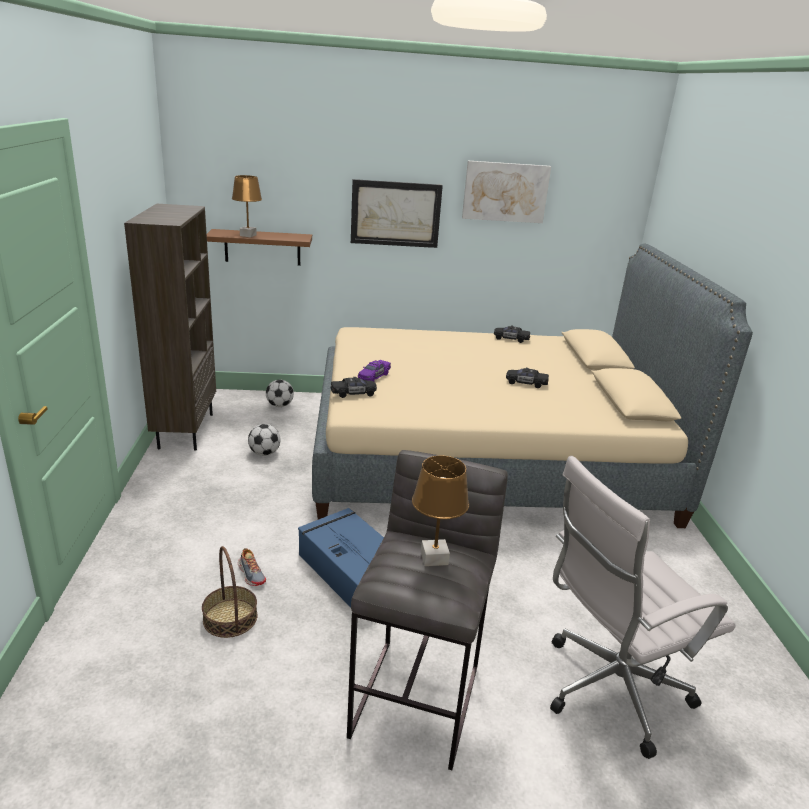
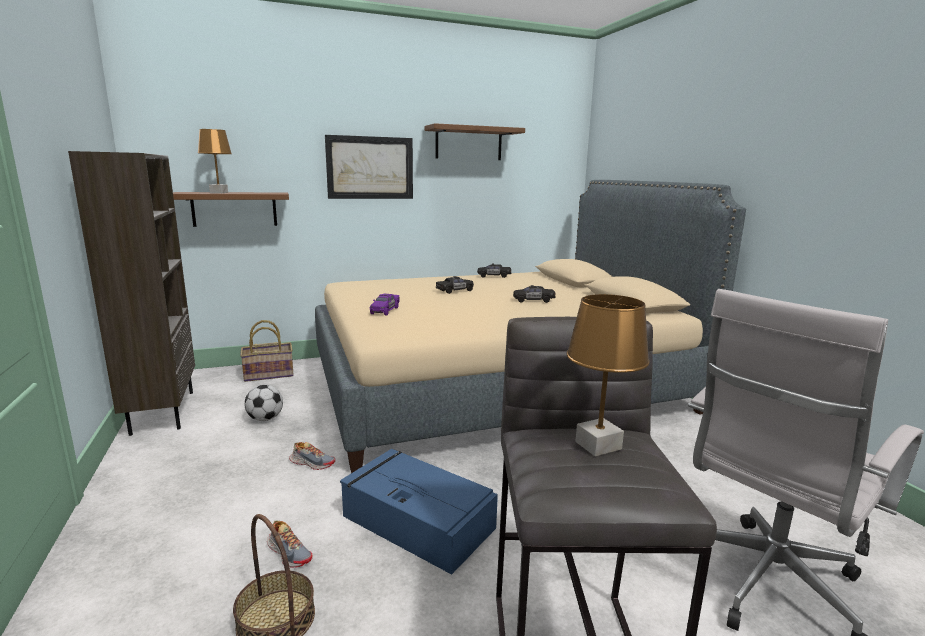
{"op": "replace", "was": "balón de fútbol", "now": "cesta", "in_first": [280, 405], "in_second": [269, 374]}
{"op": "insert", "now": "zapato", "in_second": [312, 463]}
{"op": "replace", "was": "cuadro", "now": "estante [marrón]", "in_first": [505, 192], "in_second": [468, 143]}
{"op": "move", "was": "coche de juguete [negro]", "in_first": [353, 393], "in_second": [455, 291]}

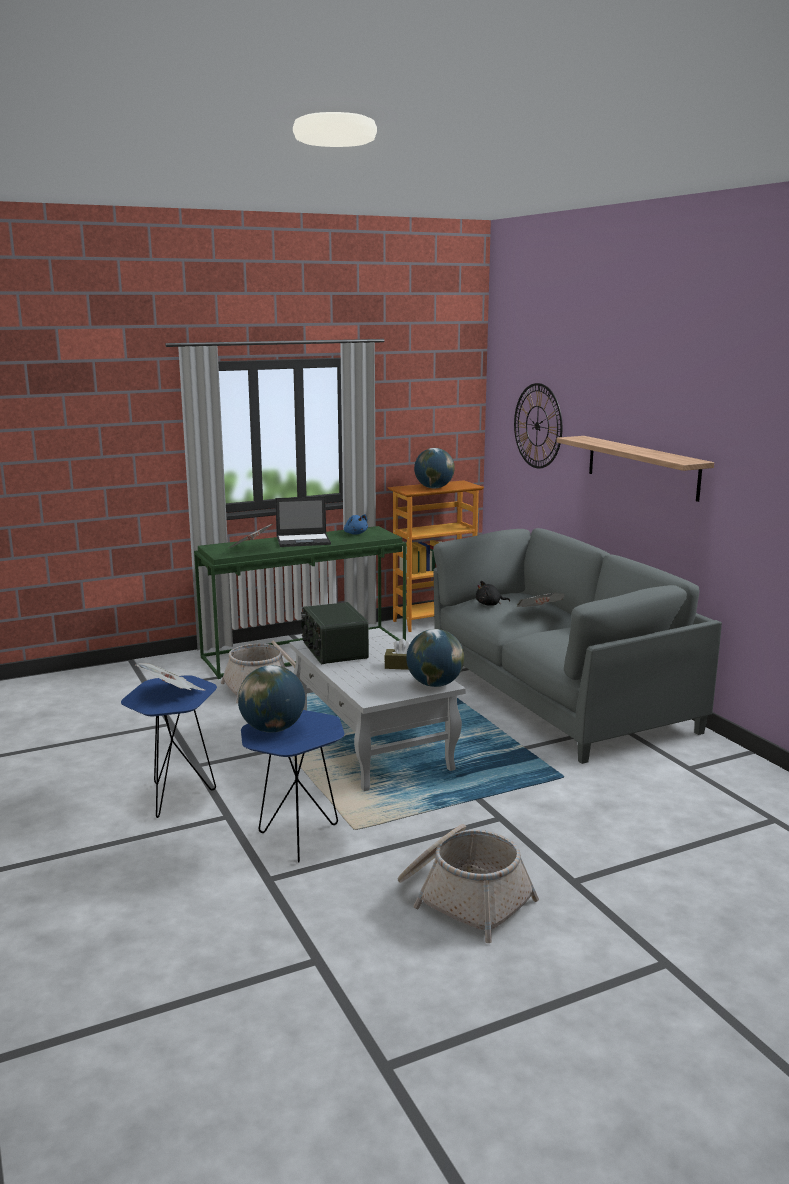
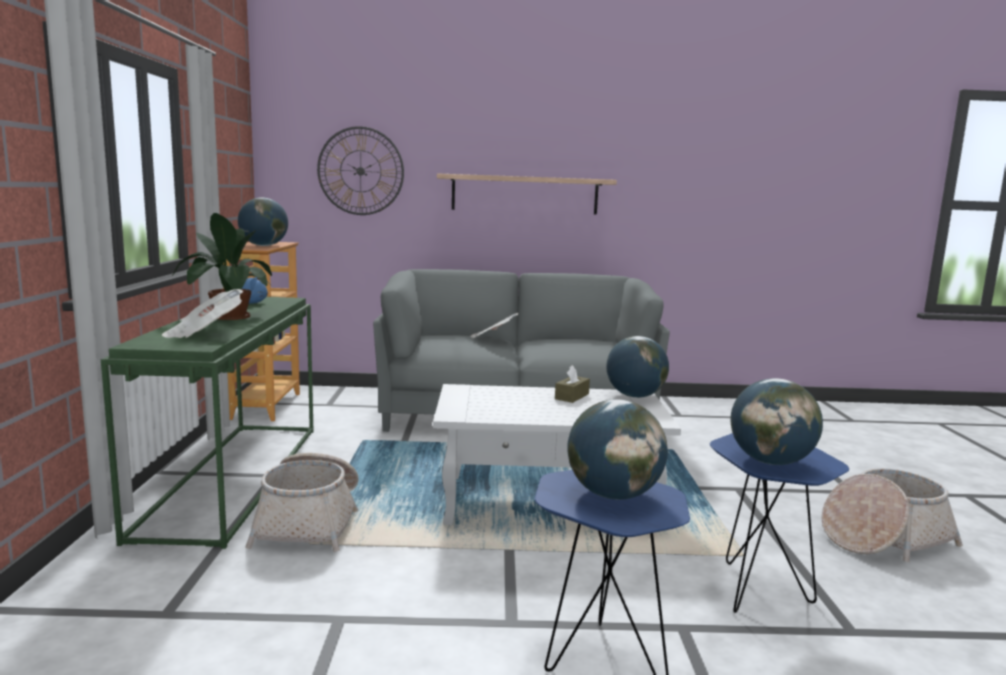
{"op": "replace", "was": "portátil", "now": "planta en maceta", "in_first": [304, 540], "in_second": [228, 317]}
{"op": "replace", "was": "periódico", "now": "globo terráqueo", "in_first": [172, 693], "in_second": [612, 494]}
{"op": "delete", "was": "radio", "in_first": [333, 651]}
{"op": "delete", "was": "peluche [negro]", "in_first": [490, 604]}

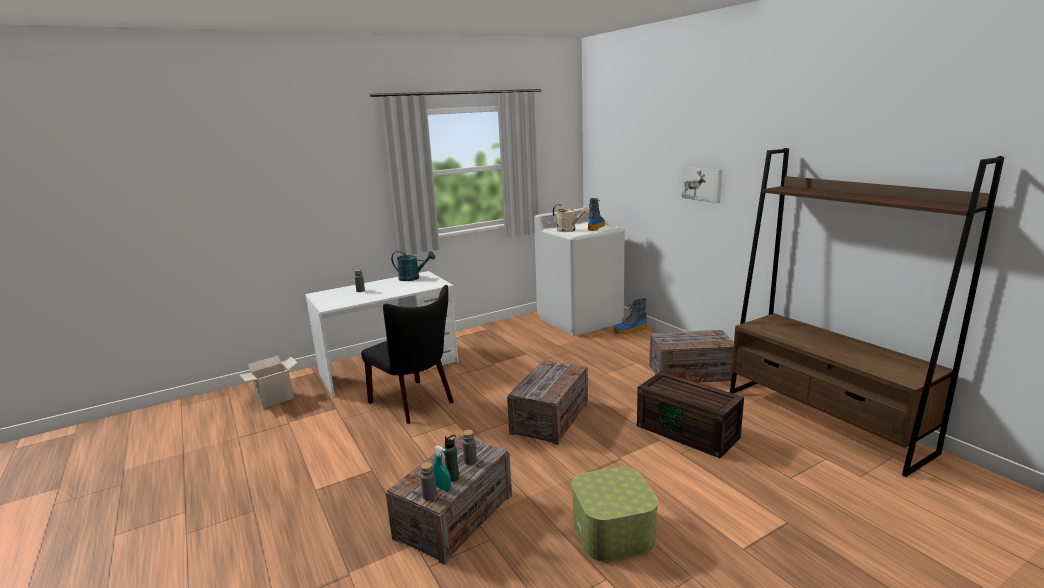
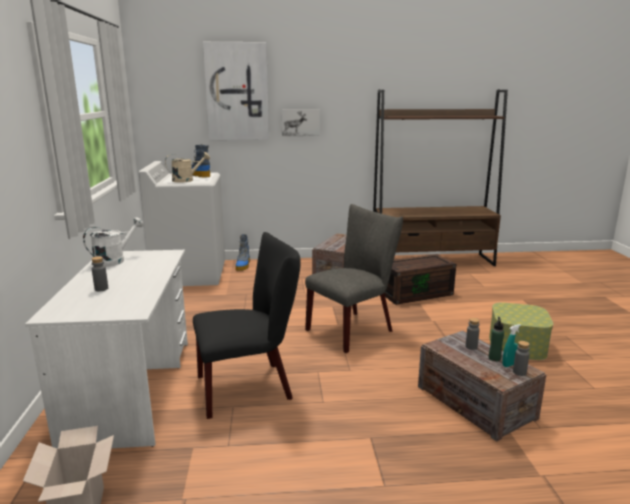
{"op": "recolor", "was": "regadera [turquesa]", "now": "regadera [blanco]", "in_first": [413, 278], "in_second": [114, 260]}
{"op": "insert", "now": "cuadro", "in_second": [237, 92]}
{"op": "replace", "was": "caja de embalaje", "now": "silla [gris]", "in_first": [550, 418], "in_second": [354, 329]}

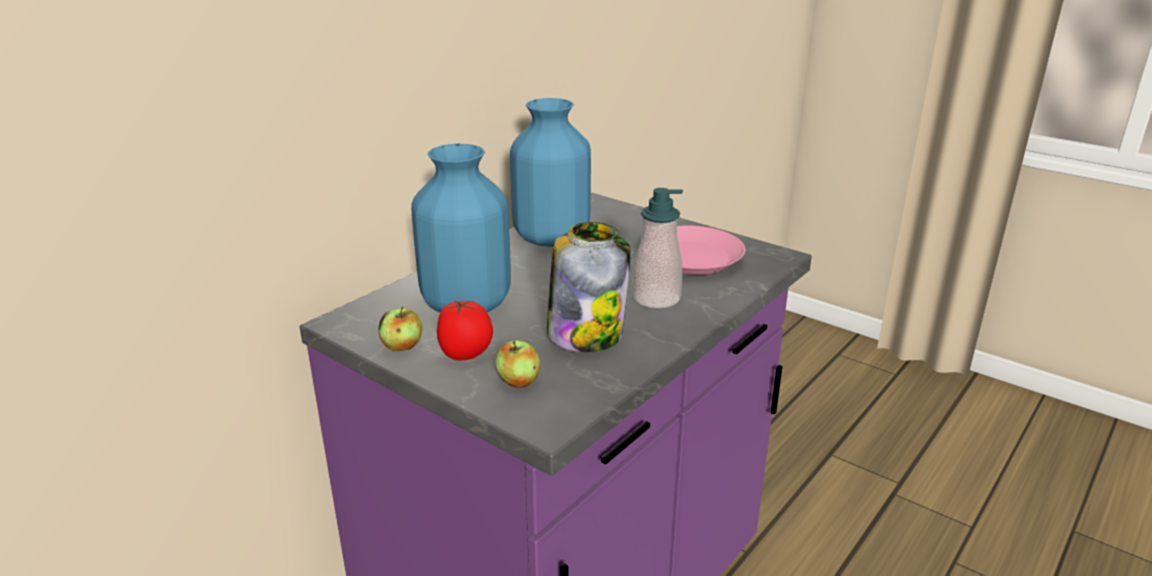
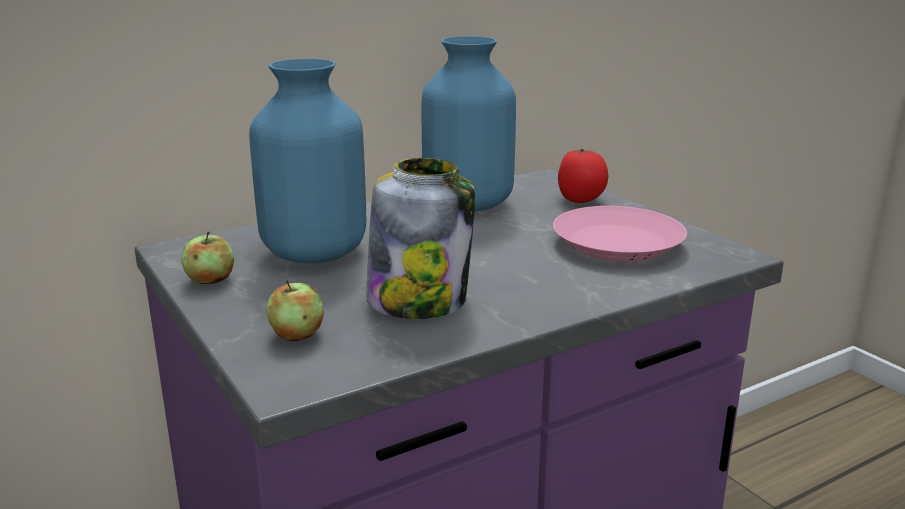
{"op": "move", "was": "tomate", "in_first": [466, 354], "in_second": [581, 200]}
{"op": "delete", "was": "dispensador de jabón", "in_first": [656, 298]}

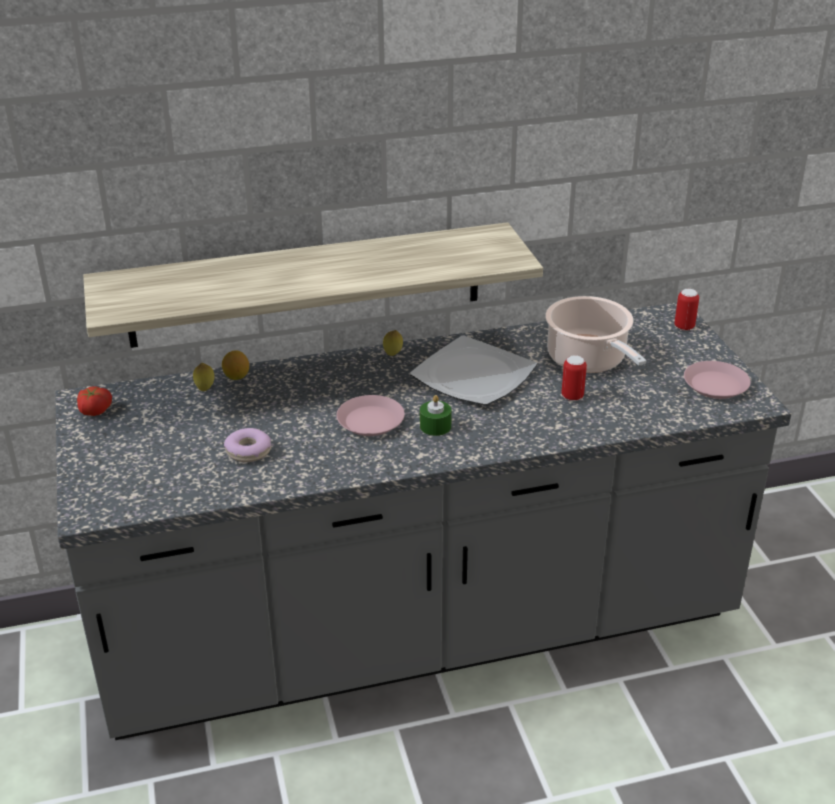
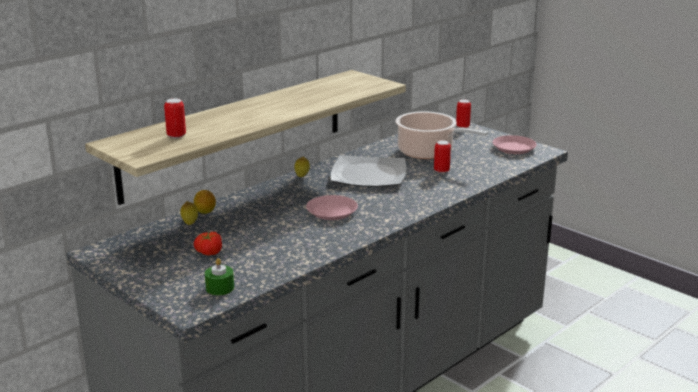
{"op": "insert", "now": "lata", "in_second": [176, 136]}
{"op": "move", "was": "tomate", "in_first": [94, 410], "in_second": [208, 252]}
{"op": "move", "was": "vela [verde]", "in_first": [435, 426], "in_second": [220, 288]}
{"op": "delete", "was": "rosquilla", "in_first": [248, 451]}

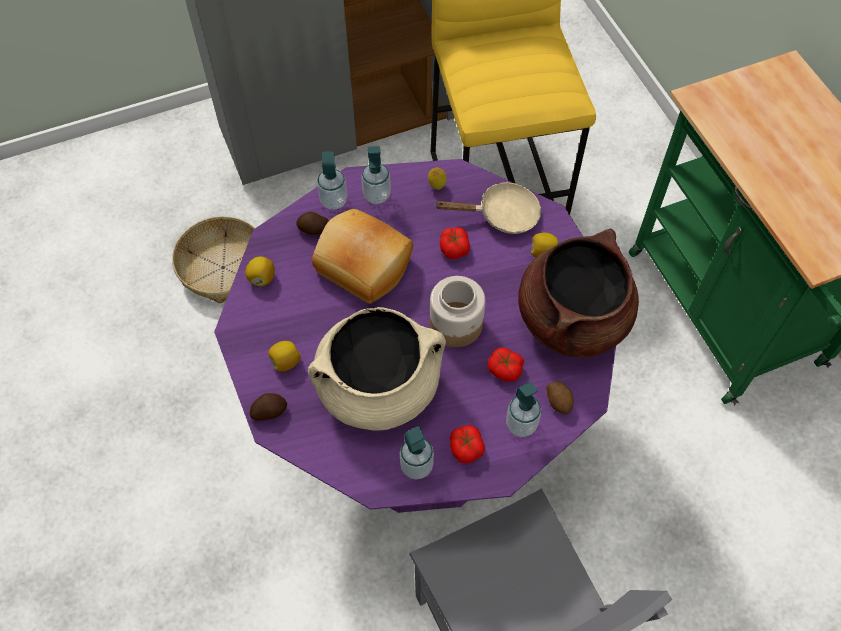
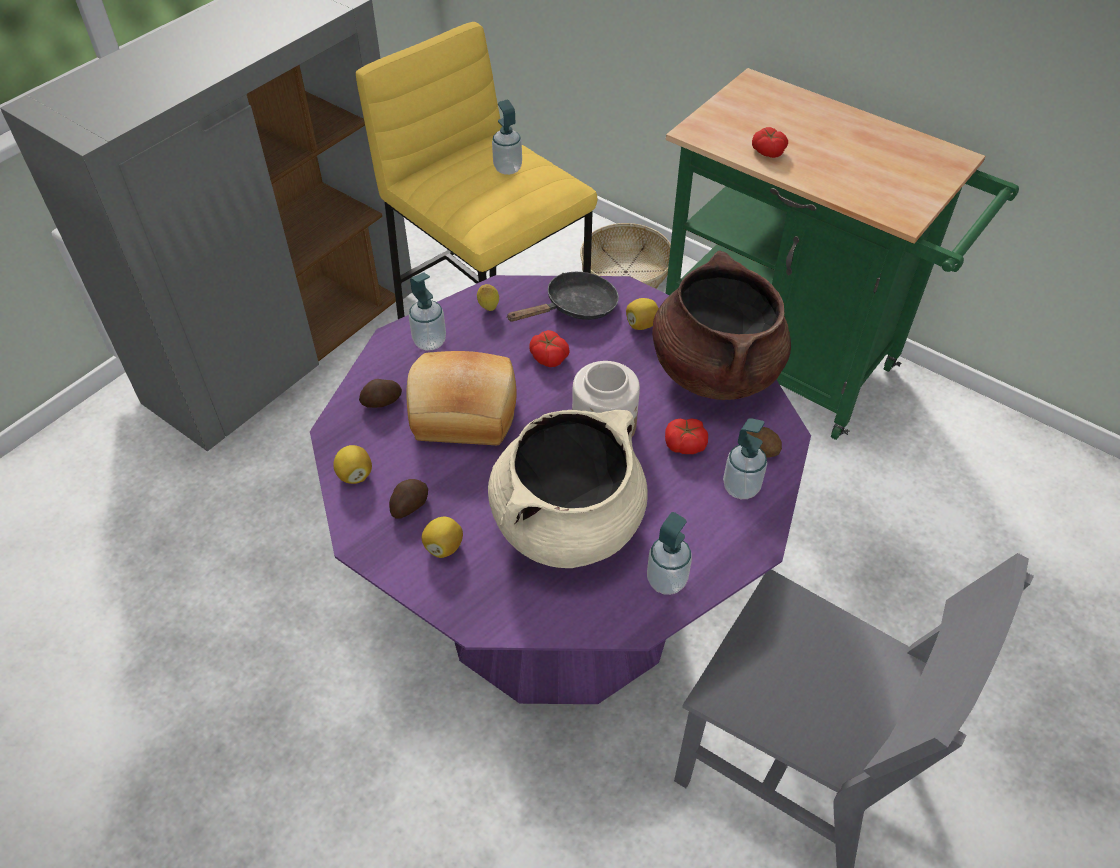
{"op": "move", "was": "patata", "in_first": [269, 411], "in_second": [409, 505]}
{"op": "move", "was": "dispensador de jabón", "in_first": [333, 201], "in_second": [508, 168]}
{"op": "recolor", "was": "sartén [beis]", "now": "sartén [negro]", "in_first": [502, 215], "in_second": [575, 308]}
{"op": "move", "was": "cesta", "in_first": [223, 267], "in_second": [625, 272]}
{"op": "move", "was": "tomate", "in_first": [466, 448], "in_second": [768, 151]}

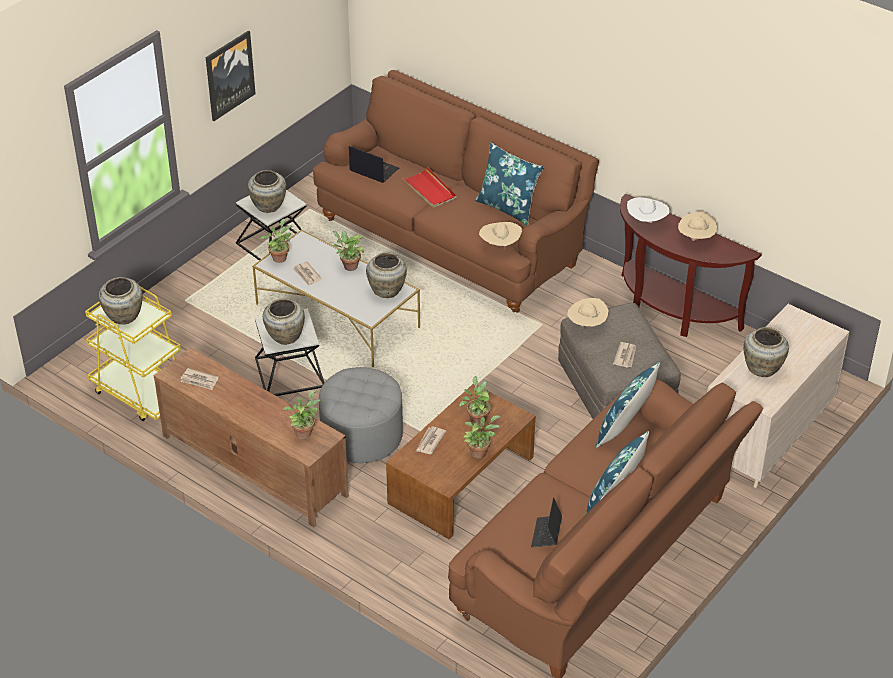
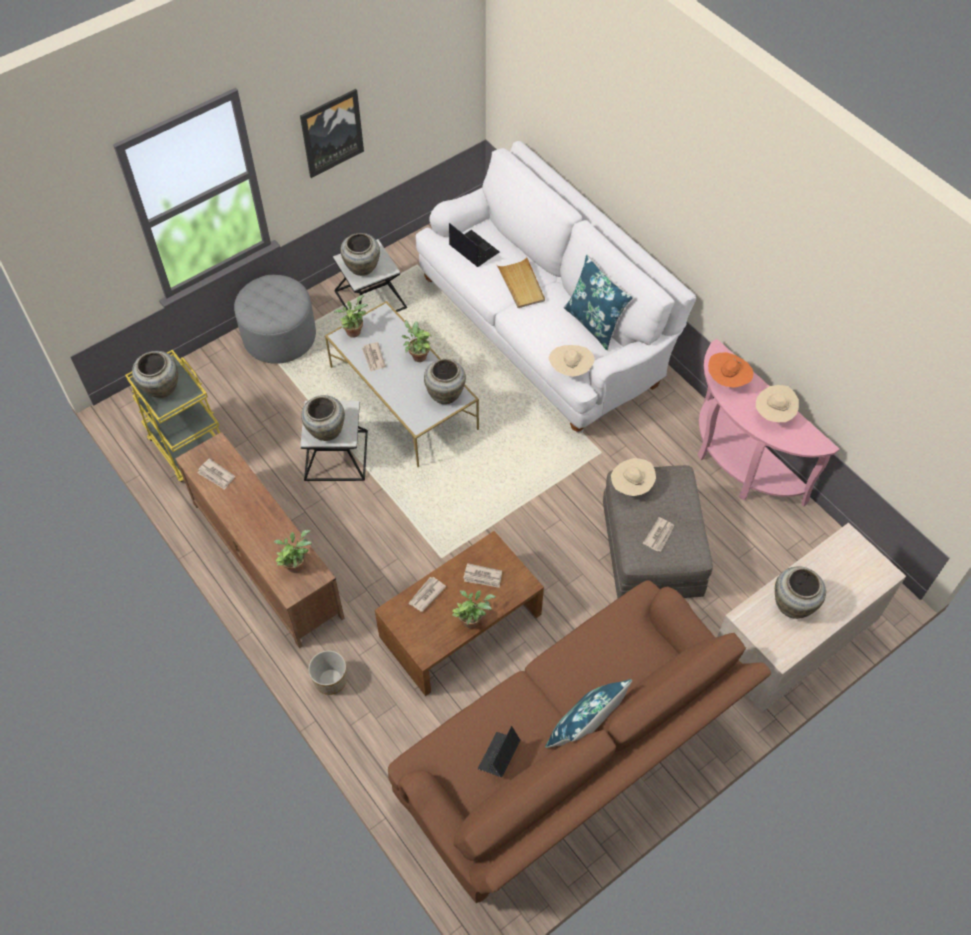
{"op": "move", "was": "puf [gris]", "in_first": [362, 435], "in_second": [279, 336]}
{"op": "insert", "now": "maceta", "in_second": [330, 680]}
{"op": "recolor", "was": "sofá [marrón]", "now": "sofá [blanco]", "in_first": [452, 239], "in_second": [544, 329]}
{"op": "replace", "was": "planta en maceta", "now": "periódico", "in_first": [477, 419], "in_second": [483, 577]}
{"op": "recolor", "was": "bandeja [rojo]", "now": "bandeja [beis]", "in_first": [429, 190], "in_second": [521, 285]}
{"op": "recolor", "was": "mesa consola [marrón]", "now": "mesa consola [rosa]", "in_first": [671, 310], "in_second": [739, 464]}
{"op": "recolor", "was": "sombrero [blanco]", "now": "sombrero [naranja]", "in_first": [646, 222], "in_second": [727, 380]}
{"op": "delete", "was": "cojín [azul]", "in_first": [625, 429]}

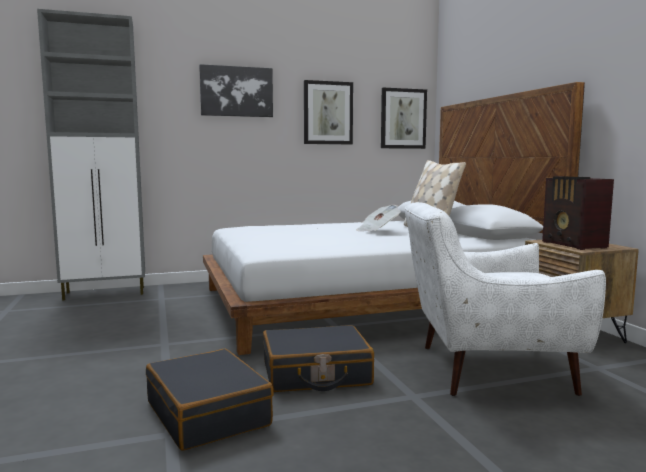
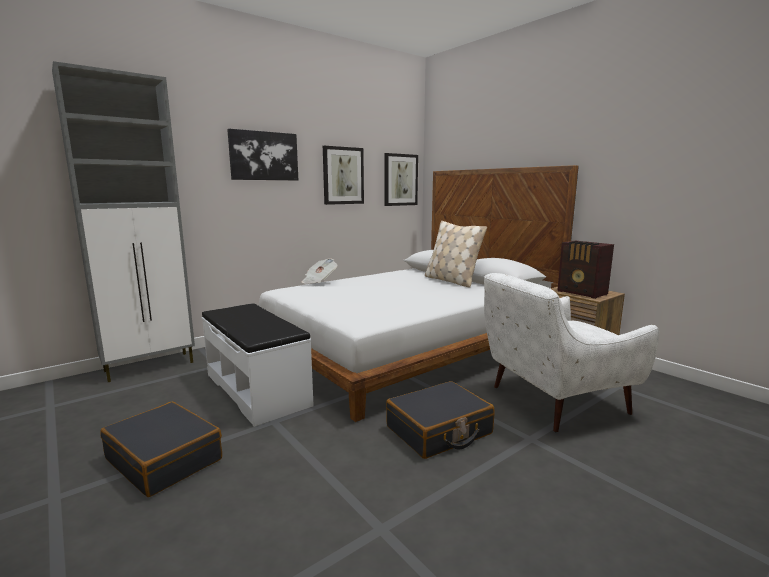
{"op": "move", "was": "maleta [negro]", "in_first": [208, 413], "in_second": [165, 459]}
{"op": "insert", "now": "banco [blanco]", "in_second": [257, 389]}
{"op": "move", "was": "periódico", "in_first": [377, 230], "in_second": [319, 281]}

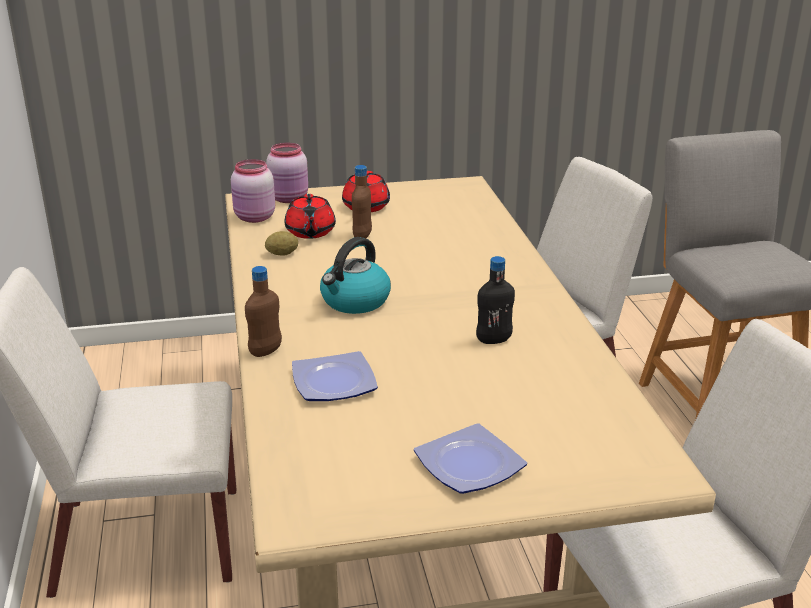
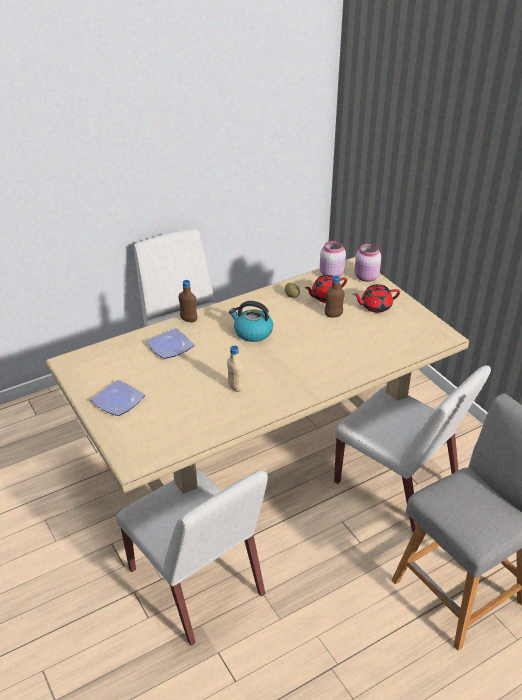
{"op": "recolor", "was": "botella [negro]", "now": "botella [beis]", "in_first": [493, 340], "in_second": [235, 387]}

